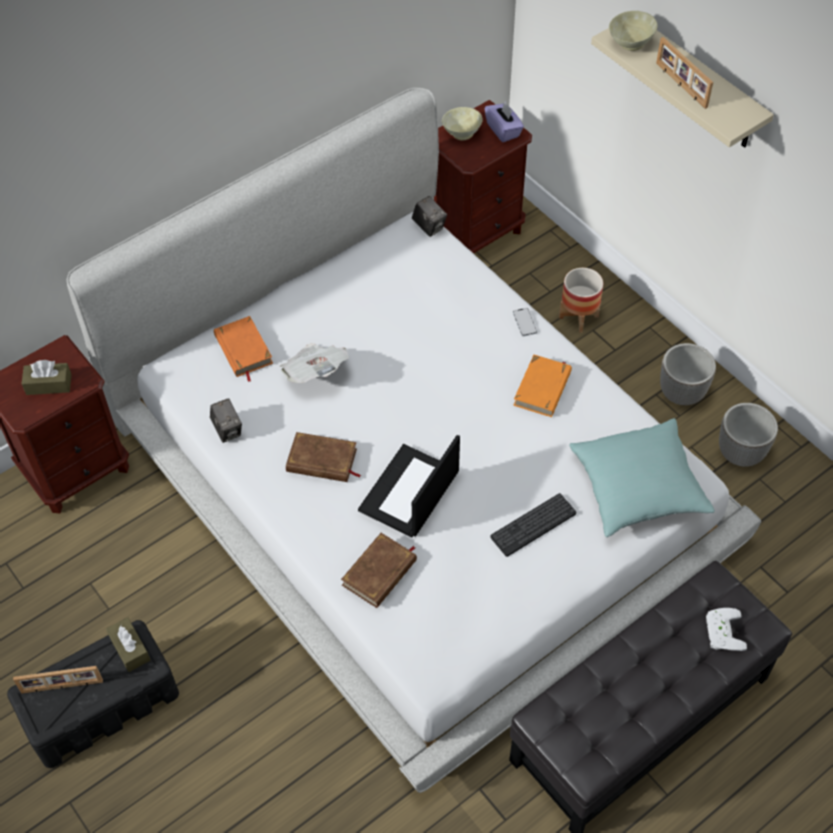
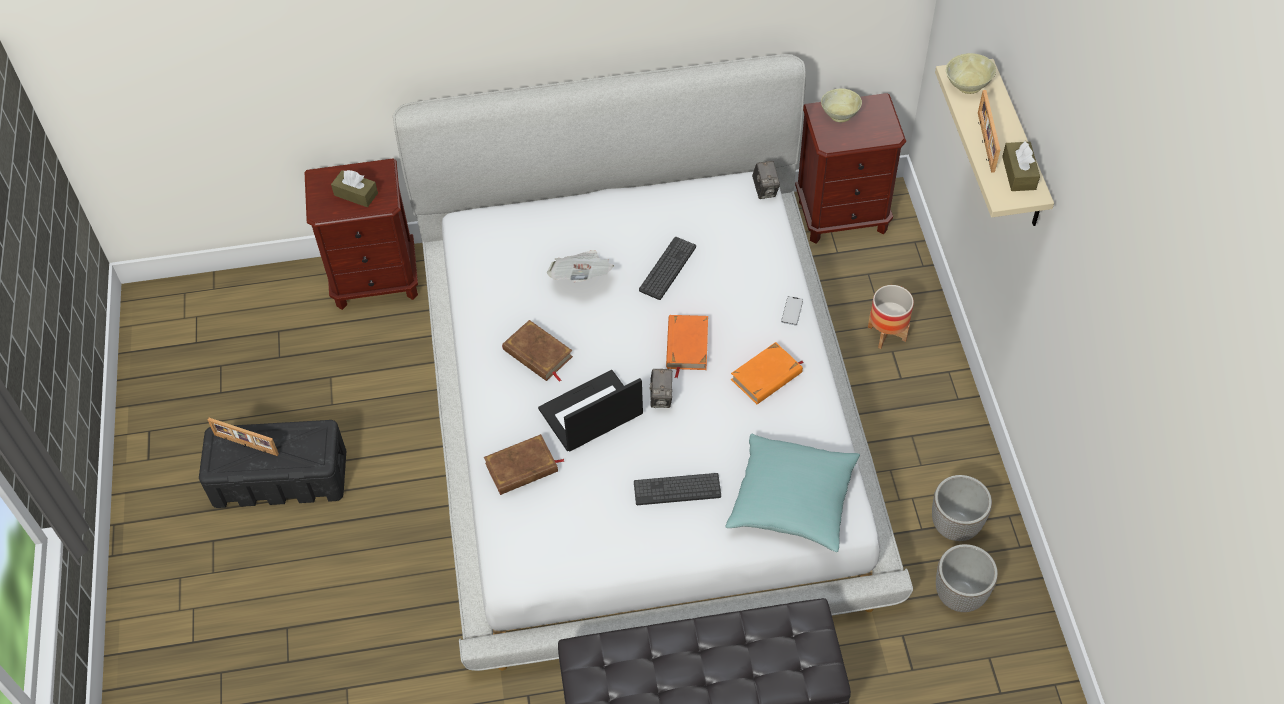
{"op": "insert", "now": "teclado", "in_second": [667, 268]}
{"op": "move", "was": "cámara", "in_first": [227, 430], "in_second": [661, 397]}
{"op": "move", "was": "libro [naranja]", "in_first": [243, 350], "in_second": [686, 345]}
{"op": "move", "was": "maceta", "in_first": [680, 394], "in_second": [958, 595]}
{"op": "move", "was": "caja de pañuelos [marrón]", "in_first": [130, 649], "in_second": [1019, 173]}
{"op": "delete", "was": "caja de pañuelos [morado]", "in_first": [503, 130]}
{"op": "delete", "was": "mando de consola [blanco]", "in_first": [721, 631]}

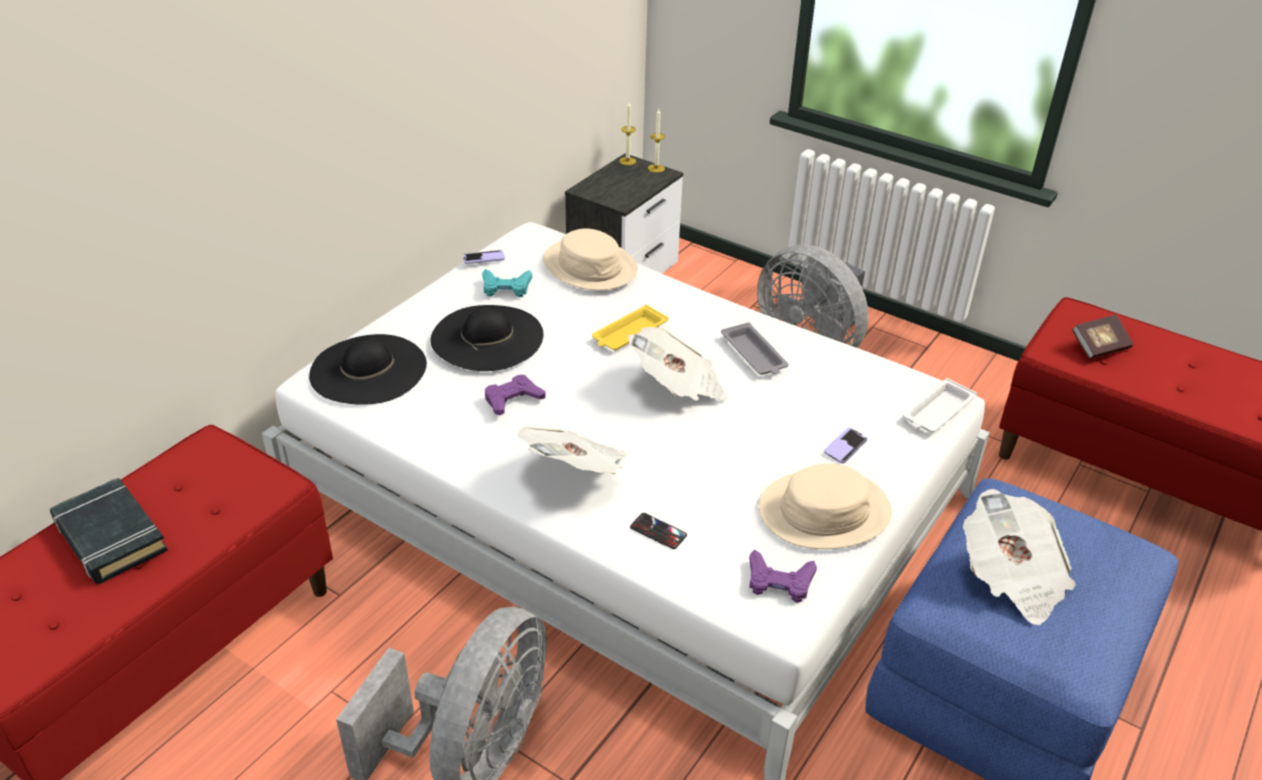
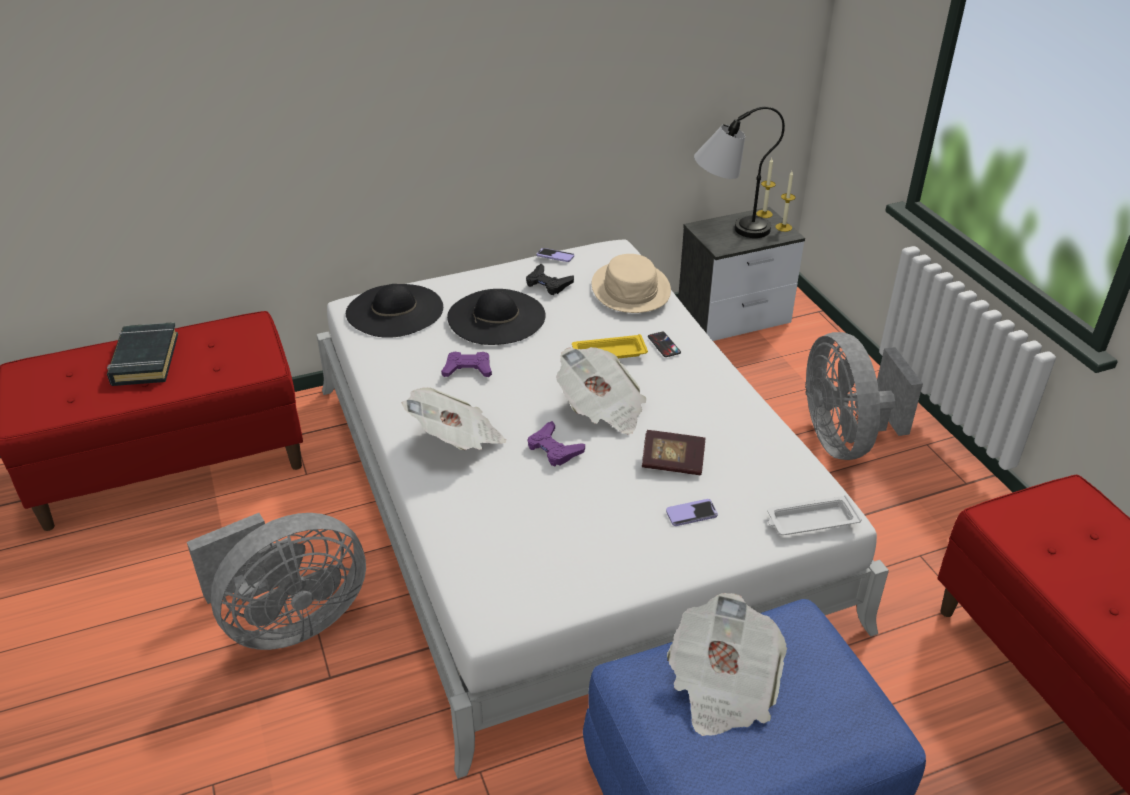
{"op": "recolor", "was": "mando de consola [turquesa]", "now": "mando de consola [negro]", "in_first": [506, 287], "in_second": [548, 284]}
{"op": "move", "was": "mando de consola [morado]", "in_first": [779, 581], "in_second": [554, 449]}
{"op": "move", "was": "libro", "in_first": [1099, 347], "in_second": [672, 463]}
{"op": "move", "was": "móvil", "in_first": [658, 531], "in_second": [664, 345]}
{"op": "insert", "now": "lámpara de mesa", "in_second": [727, 228]}
{"op": "delete", "was": "bandeja [gris]", "in_first": [754, 355]}
{"op": "delete", "was": "sombrero [beis]", "in_first": [824, 510]}

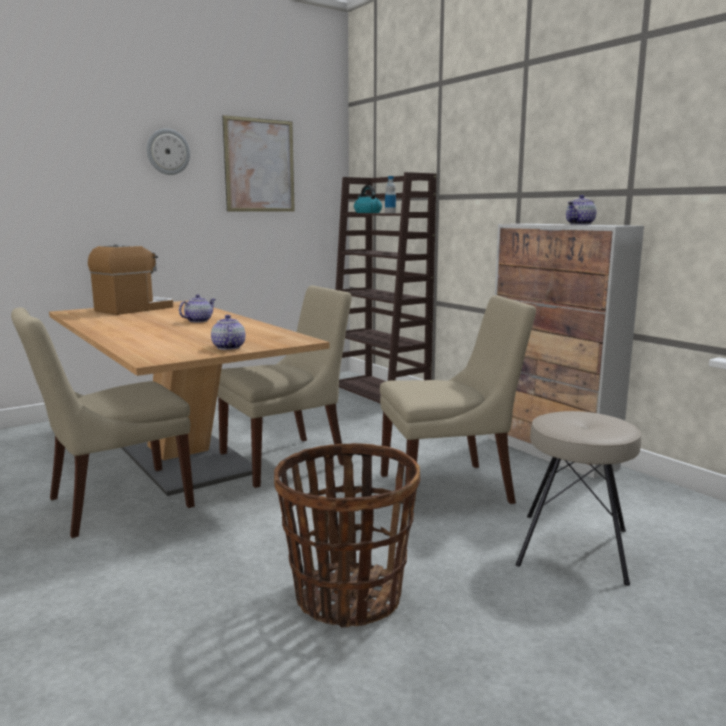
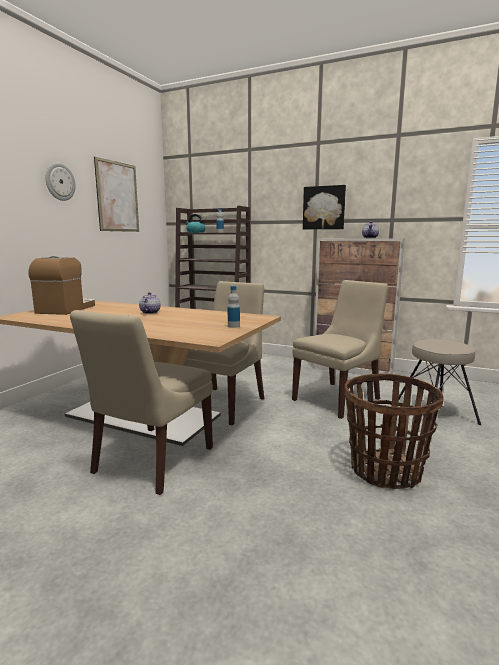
{"op": "replace", "was": "tetera", "now": "botella", "in_first": [228, 347], "in_second": [233, 326]}
{"op": "insert", "now": "cuadro", "in_second": [324, 208]}

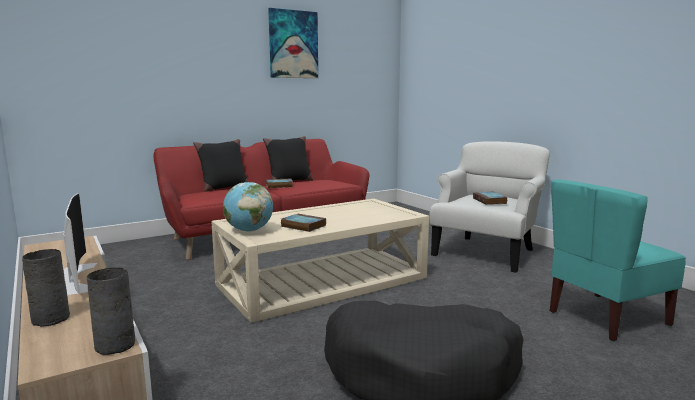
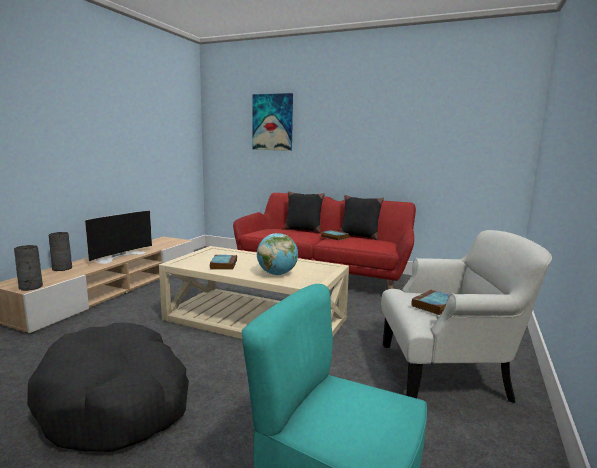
{"op": "move", "was": "cuadro", "in_first": [293, 44], "in_second": [272, 122]}
{"op": "move", "was": "globo terráqueo", "in_first": [249, 230], "in_second": [277, 274]}

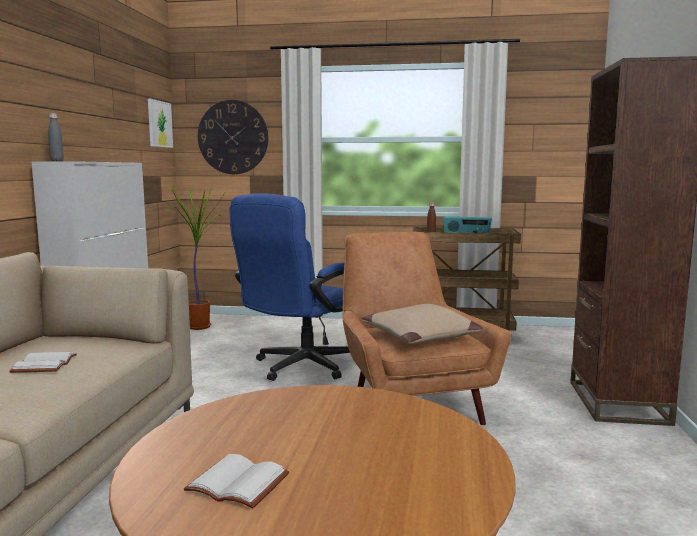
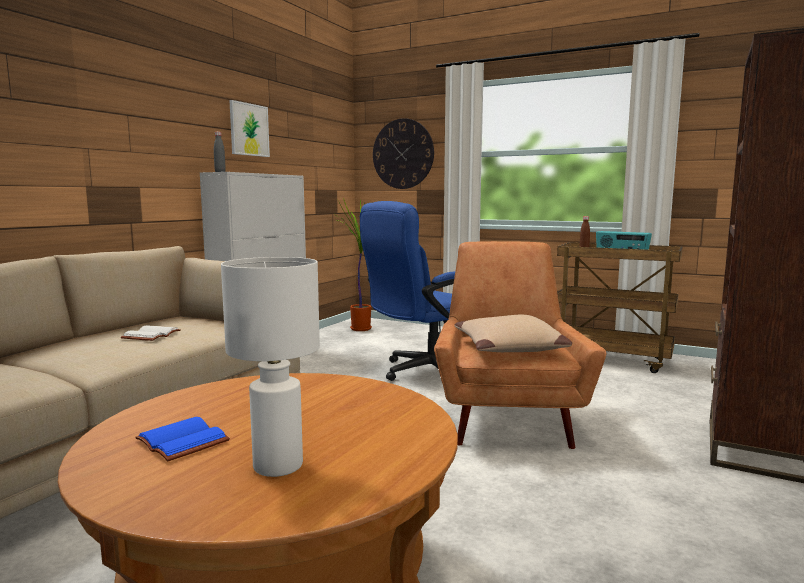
{"op": "recolor", "was": "libro [blanco]", "now": "libro [azul]", "in_first": [240, 483], "in_second": [185, 441]}
{"op": "insert", "now": "lámpara de mesa [blanco]", "in_second": [279, 466]}
{"op": "move", "was": "cuadro", "in_first": [159, 124], "in_second": [249, 129]}

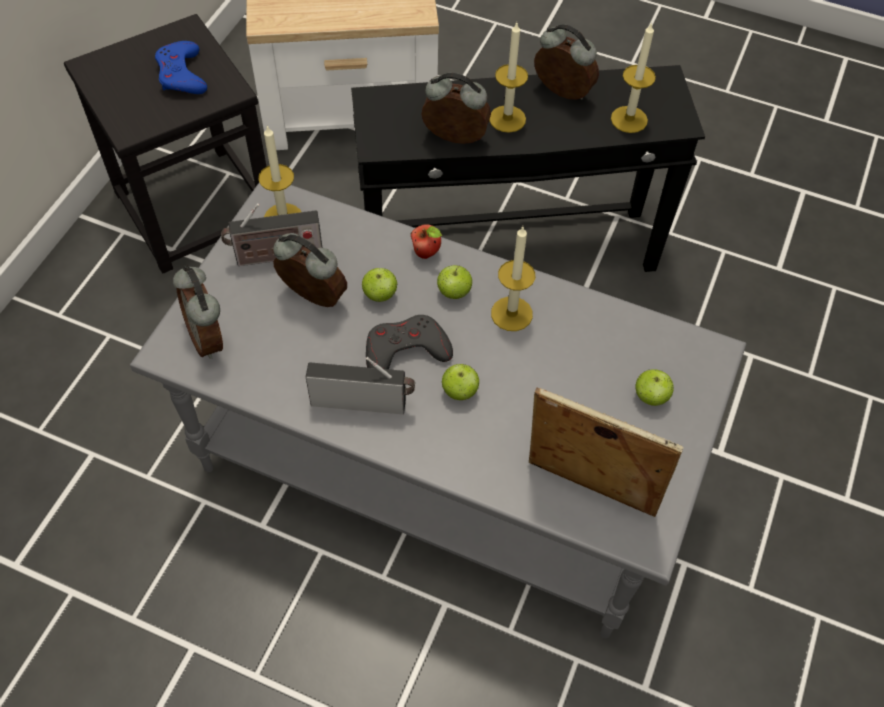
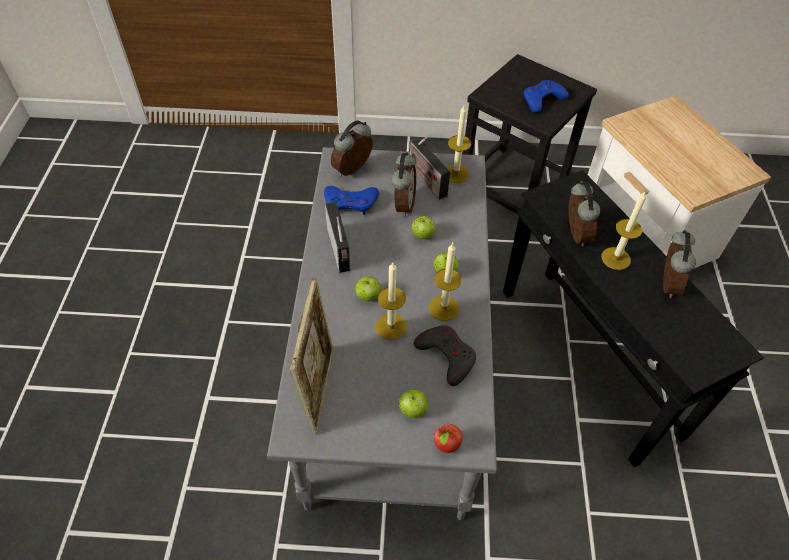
{"op": "insert", "now": "mando de consola [azul]", "in_second": [351, 203]}
{"op": "move", "was": "vela", "in_first": [629, 119], "in_second": [391, 326]}
{"op": "move", "was": "mando de consola [gris]", "in_first": [405, 350], "in_second": [446, 356]}
{"op": "move", "was": "manzana", "in_first": [427, 253], "in_second": [446, 447]}

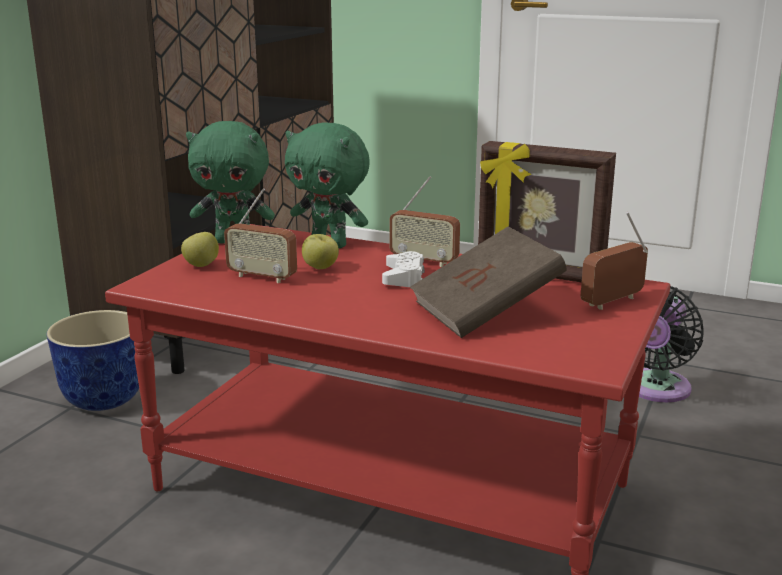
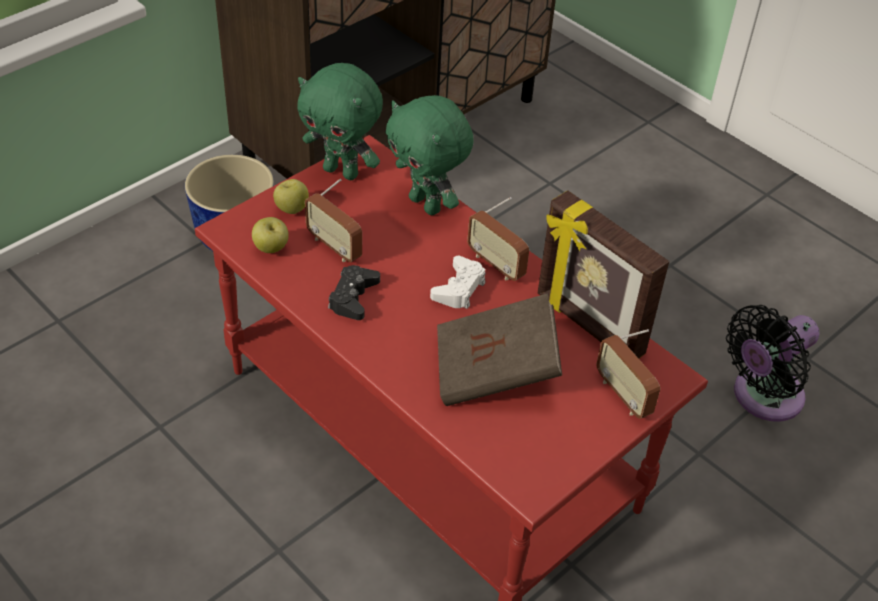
{"op": "move", "was": "manzana", "in_first": [320, 268], "in_second": [271, 248]}
{"op": "insert", "now": "mando de consola [negro]", "in_second": [353, 297]}
{"op": "rotate", "was": "radio", "in_first": [612, 302], "in_second": [623, 395], "clockwise": -105}

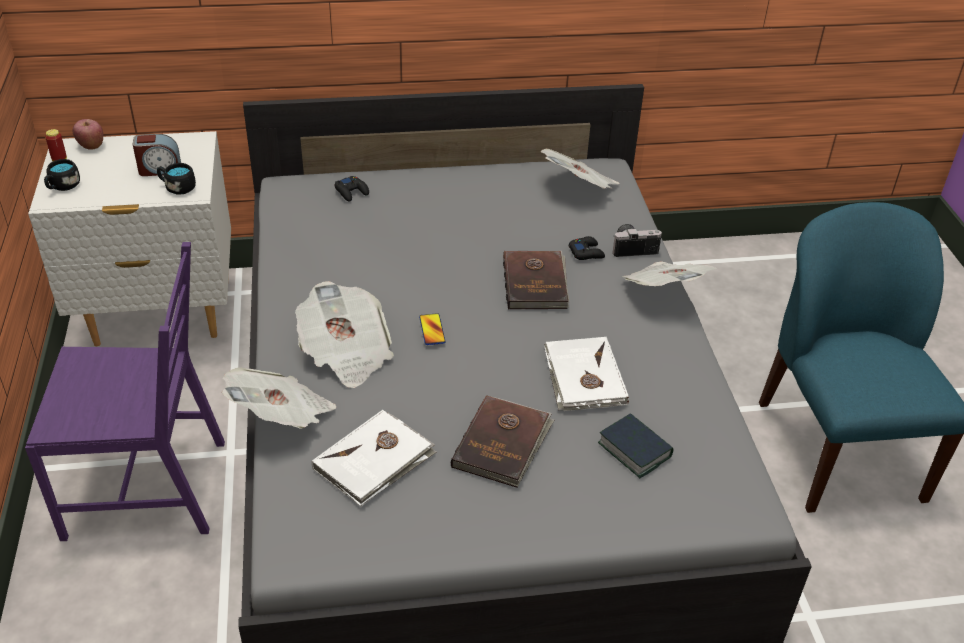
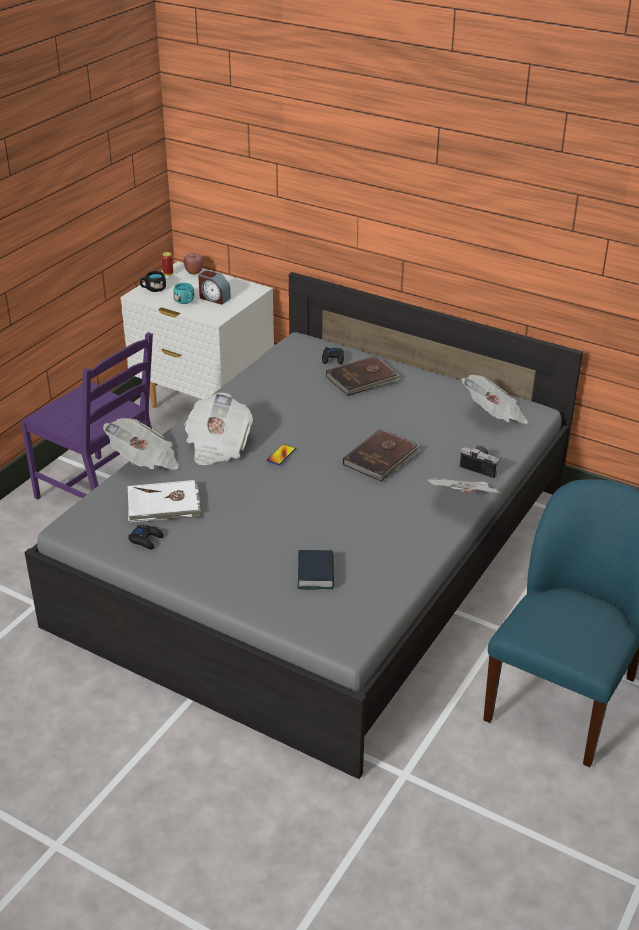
{"op": "move", "was": "mando de consola [negro]", "in_first": [586, 252], "in_second": [146, 540]}
{"op": "insert", "now": "taza grande [turquesa]", "in_second": [185, 301]}
{"op": "move", "was": "libro [marrón]", "in_first": [503, 444], "in_second": [362, 379]}
{"op": "delete", "was": "taza grande [negro]", "in_first": [177, 187]}
{"op": "delete", "was": "libro [blanco]", "in_first": [583, 378]}

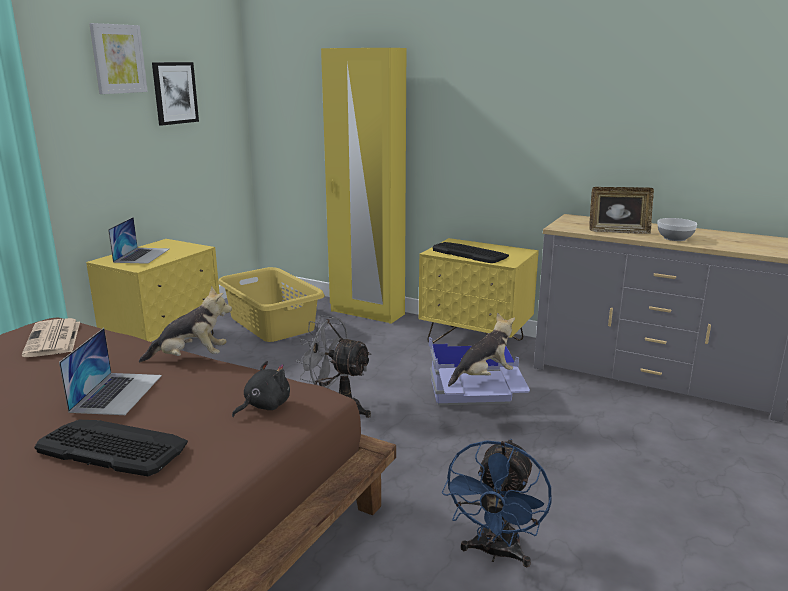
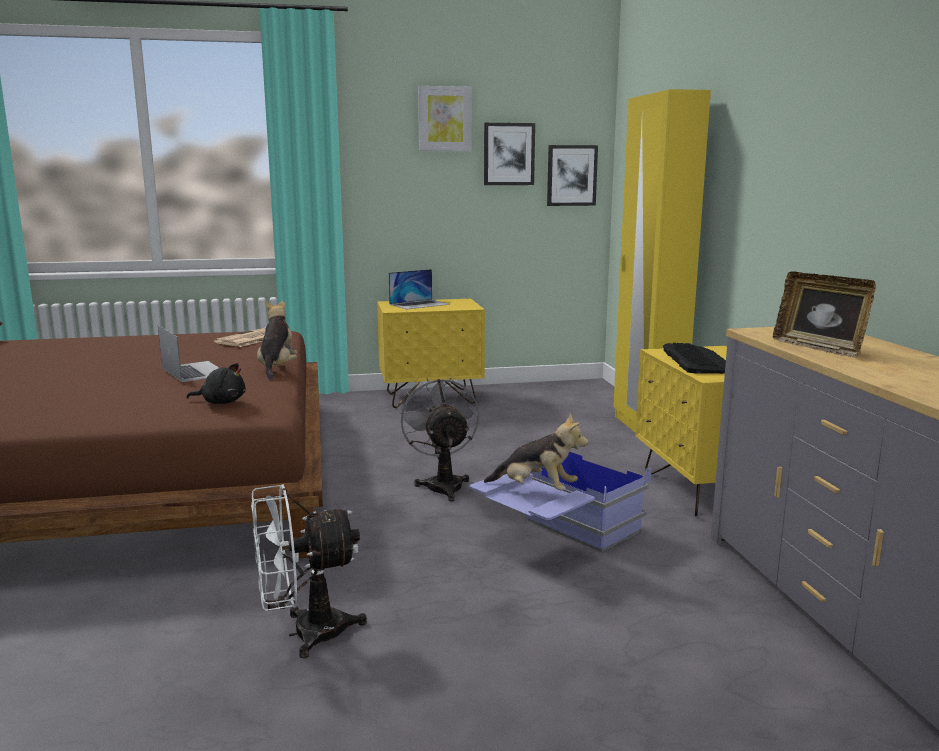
{"op": "rotate", "was": "portátil", "in_first": [117, 393], "in_second": [194, 371], "clockwise": -90}
{"op": "recolor", "was": "ventilador [azul]", "now": "ventilador [blanco]", "in_first": [495, 553], "in_second": [305, 633]}
{"op": "rotate", "was": "peluche", "in_first": [190, 358], "in_second": [277, 368], "clockwise": -135}
{"op": "insert", "now": "cuadro", "in_second": [571, 175]}
{"op": "delete", "was": "teclado", "in_first": [112, 447]}
{"op": "delete", "was": "cesto de la ropa [amarillo]", "in_first": [272, 323]}
{"op": "delete", "was": "cuenco", "in_first": [675, 238]}

